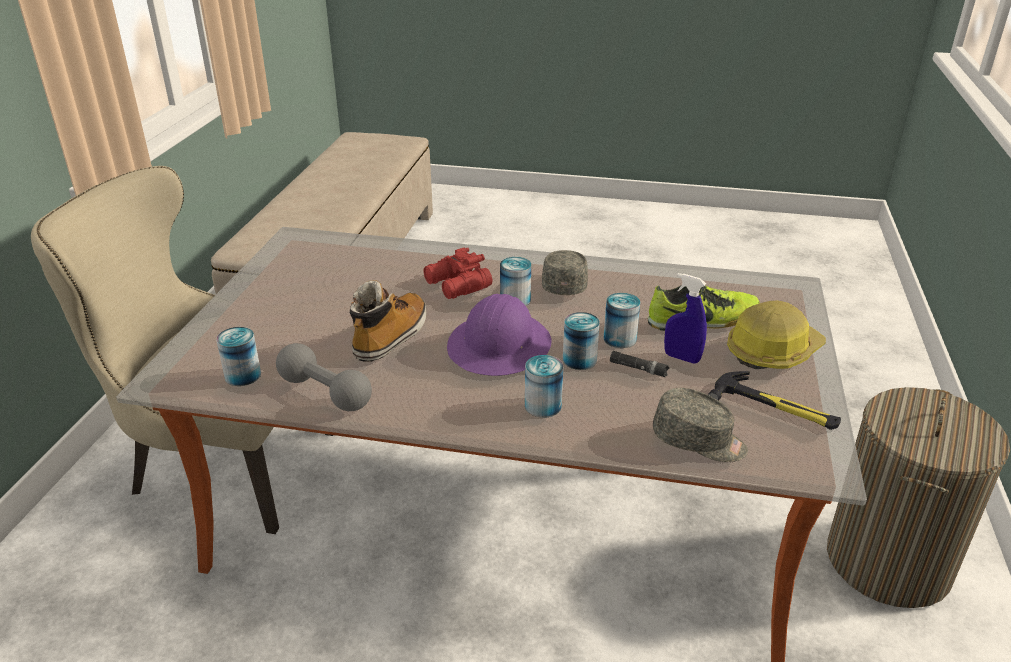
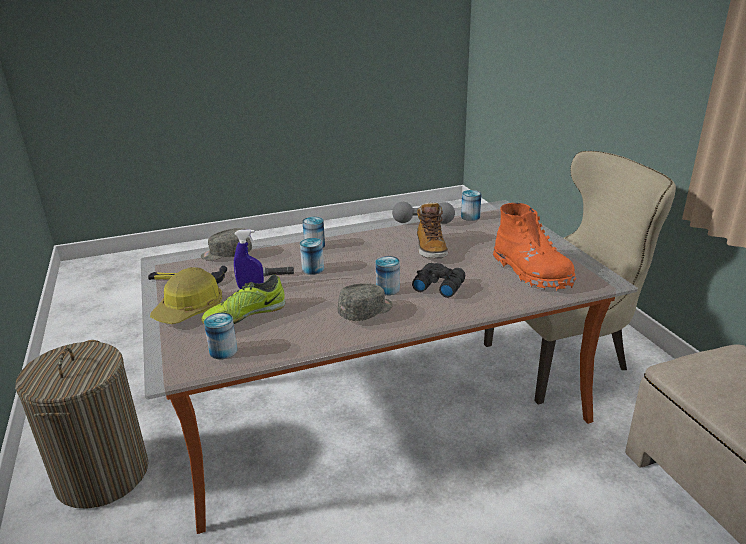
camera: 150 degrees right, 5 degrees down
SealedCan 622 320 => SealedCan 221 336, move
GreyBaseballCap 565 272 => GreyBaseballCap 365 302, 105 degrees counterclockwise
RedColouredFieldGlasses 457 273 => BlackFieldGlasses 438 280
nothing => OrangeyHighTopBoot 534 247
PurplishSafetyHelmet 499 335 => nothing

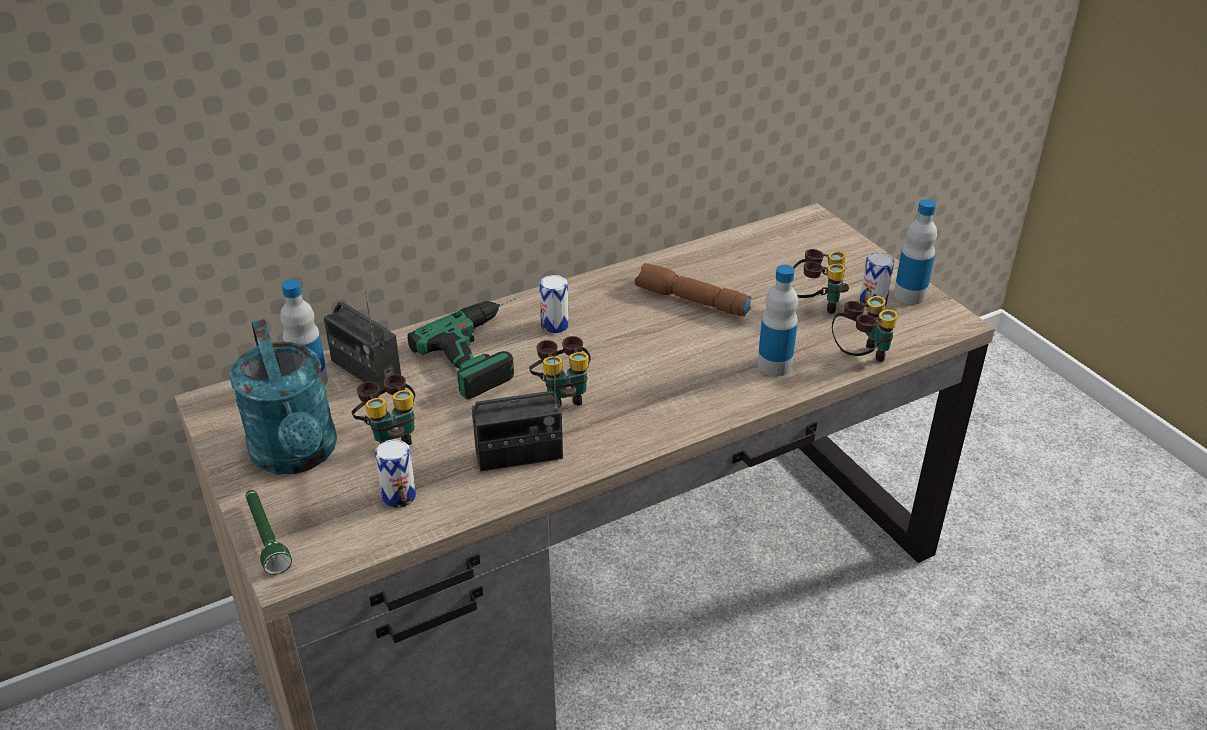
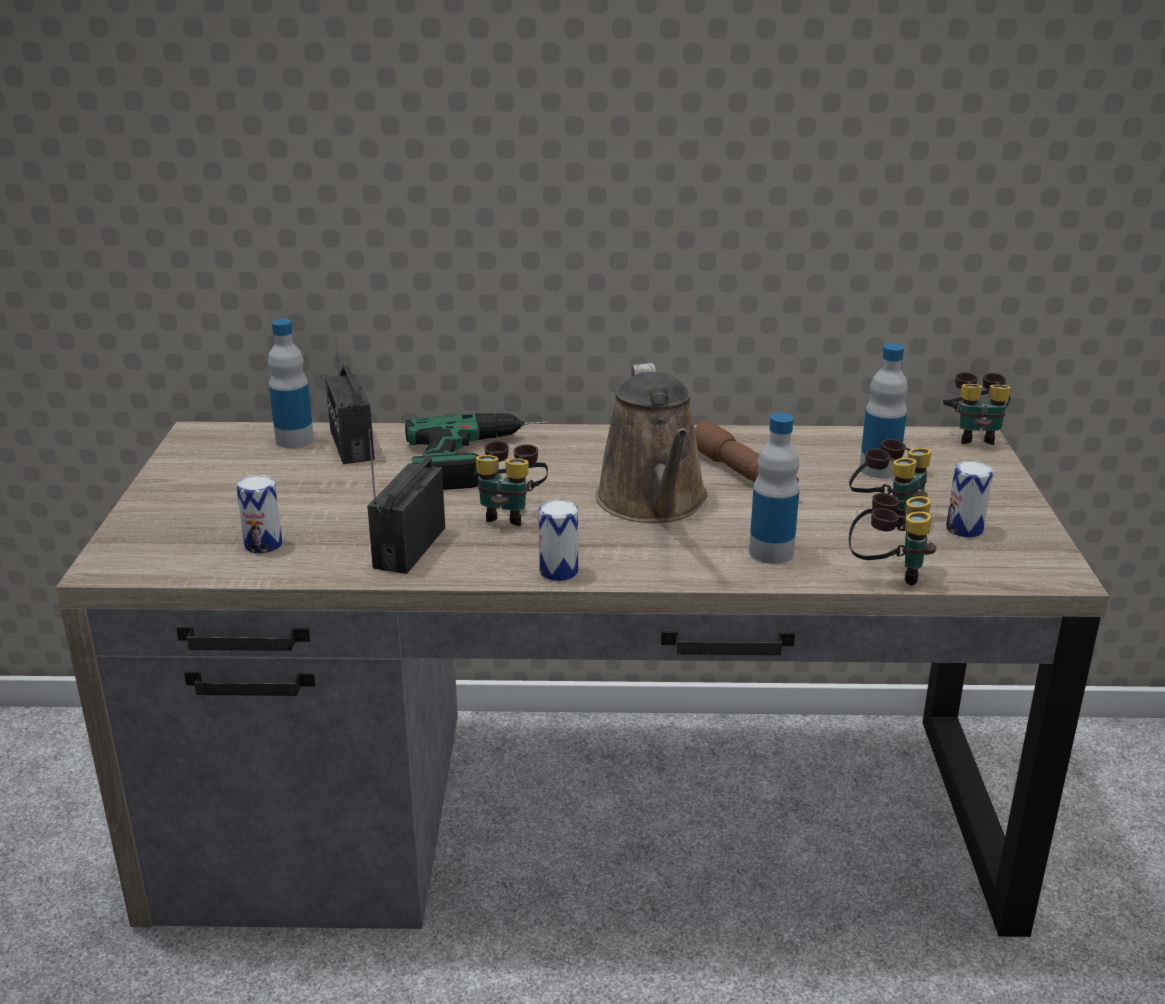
camera: 30 degrees right, 10 degrees down
Radio 517 414 => Radio 406 501, 90 degrees clockwise
SealedCan 554 304 => SealedCan 558 540, move
nothing => BrownWateringCan 652 443
BeverageBottle 915 252 => BeverageBottle 883 410, move
FieldGlasses 383 409 => FieldGlasses 977 408, move
TurquoiseWateringCan 283 396 => nothing
GreenColouredFlashlight 269 532 => nothing

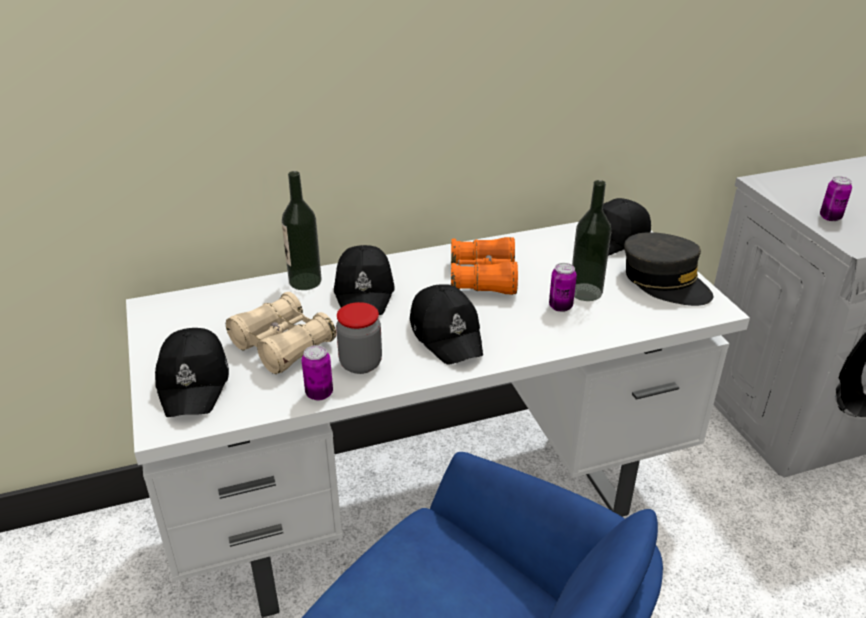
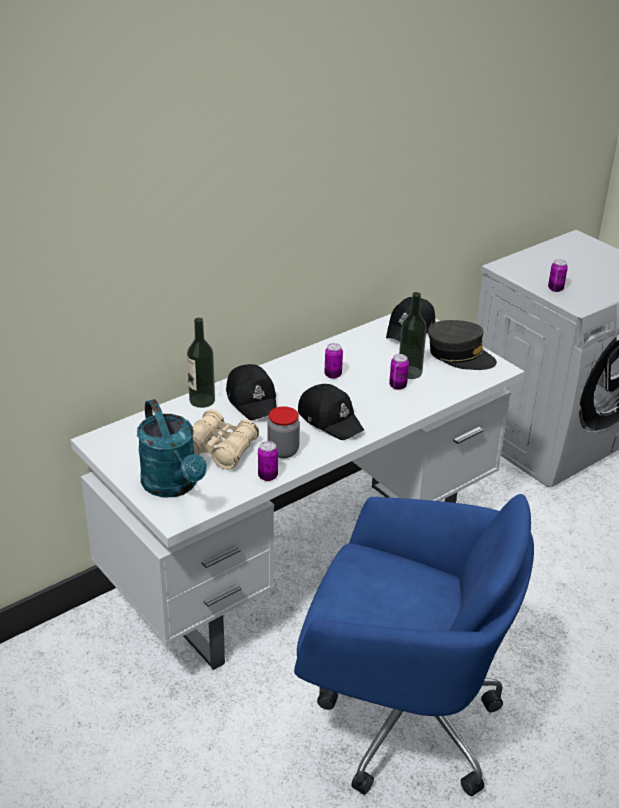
camera: 20 degrees left, 0 degrees up
BlackBaseballCap 192 372 => TurquoiseWateringCan 172 448
OrangeyFieldGlasses 484 266 => SealedCan 334 361

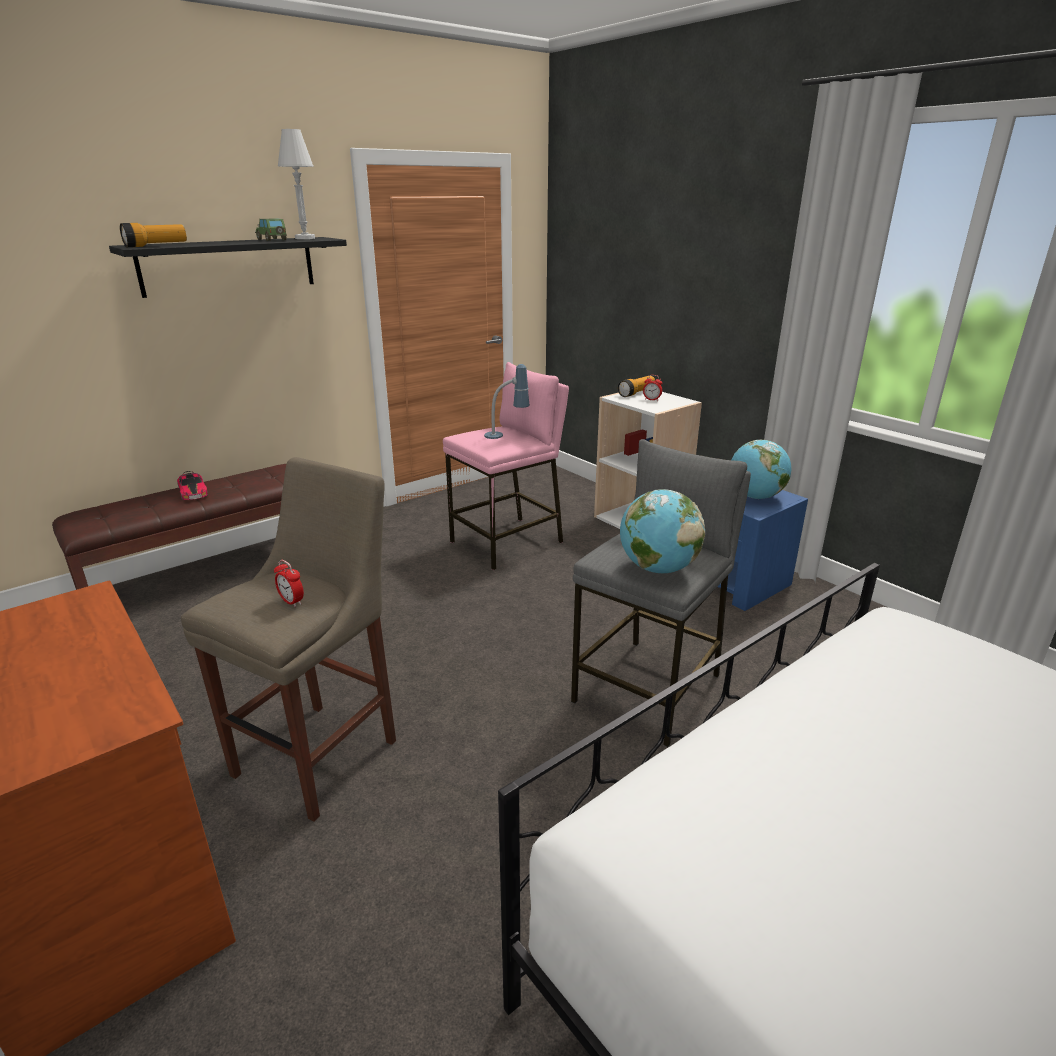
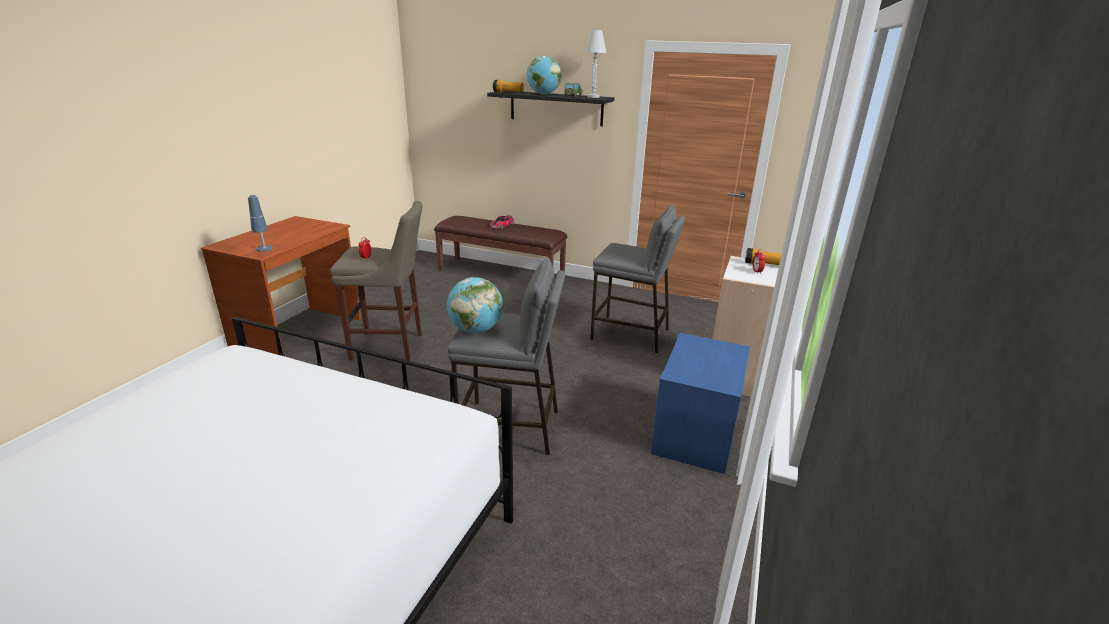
camera: 60 degrees right, 0 degrees up
TableLamp 507 401 => TableLamp 260 223, move
DeskGlobe 761 469 => DeskGlobe 544 75, move
PinkColouredSittingStool 506 466 => GreySittingStool 637 279

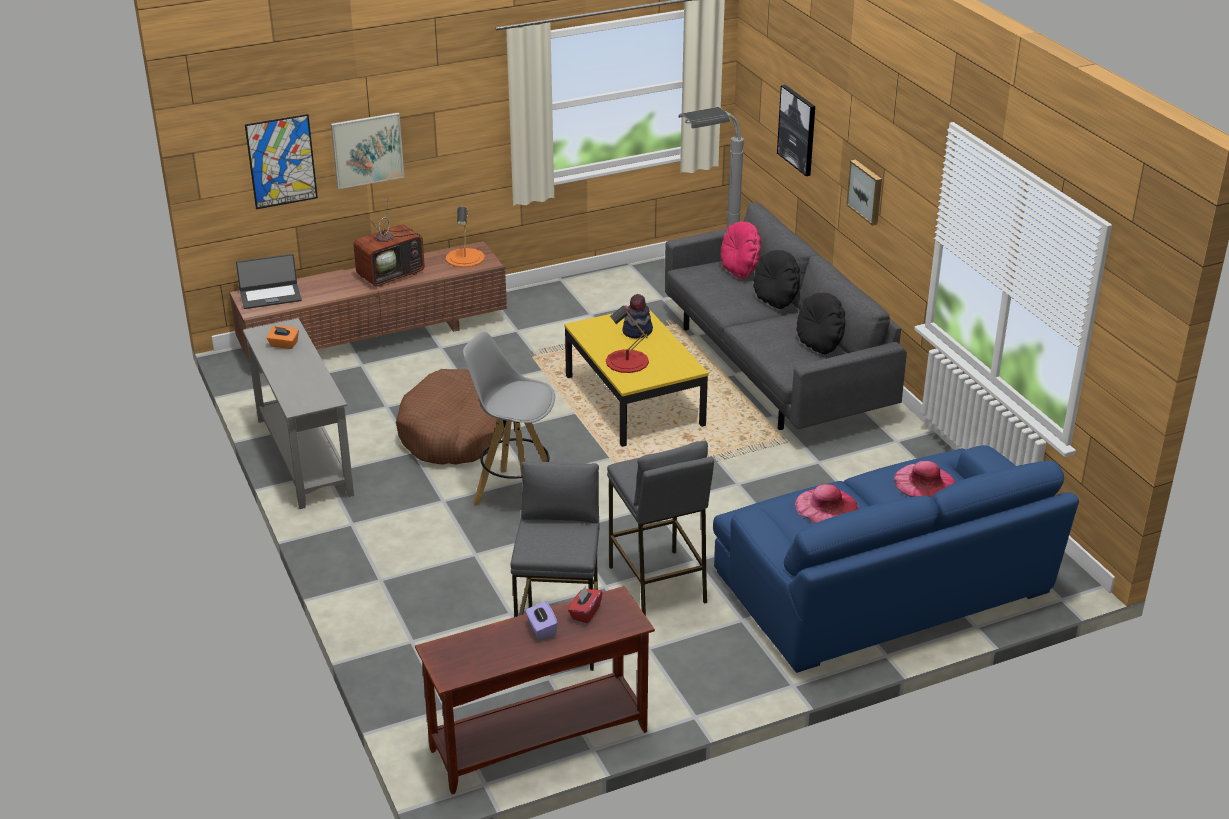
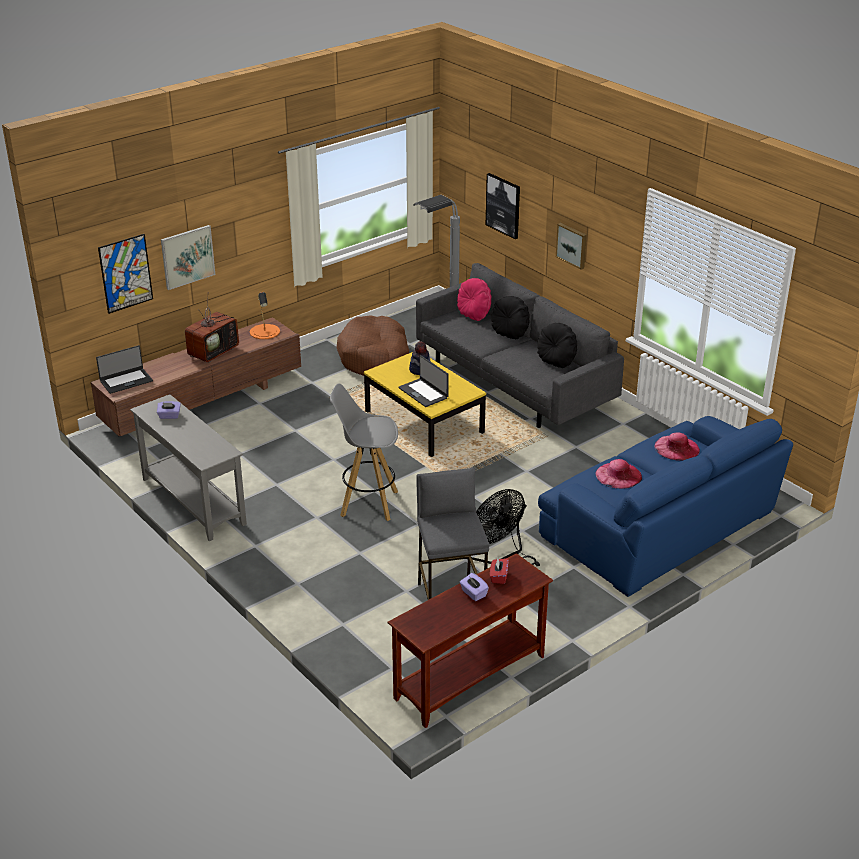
camera: 15 degrees left, 0 degrees up
OrangeyTissueBox 283 337 => PurplishTissueBox 169 410
BrownPetBed 450 417 => BrownPetBed 373 346, move
RedColouredTableLamp 627 339 => NotebookComputer 423 381
GreySittingStool 660 528 => BlackElectricFan 505 527

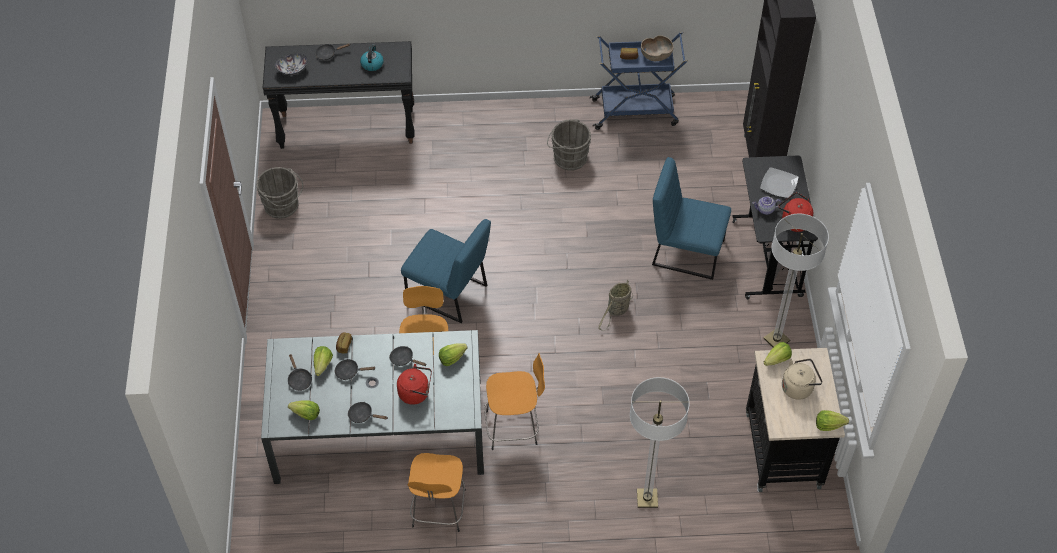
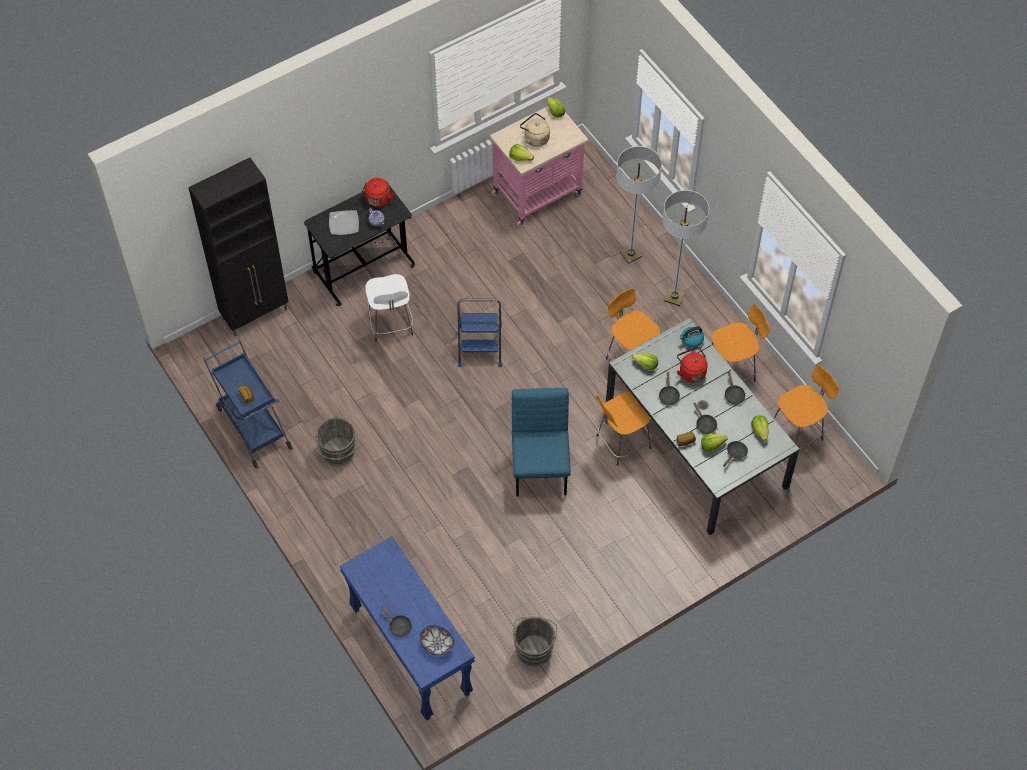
camera: 120 degrees left, 5 degrees up
BlackConsoleTable 338 95 => BlueConsoleTable 407 628
BlueChair 691 218 => WhiteColouredSittingStool 389 308
StorageBasket 615 305 => BlueStepladder 479 333
BlackTrolley 795 420 => PinkColouredTrolley 539 166
StandingLamp 796 281 => StandingLamp 685 248, move
WaterKettle 372 58 => WaterKettle 692 337, move
nothing => OrangeySittingStool 805 407
BrownDeepDish 657 48 => nothing

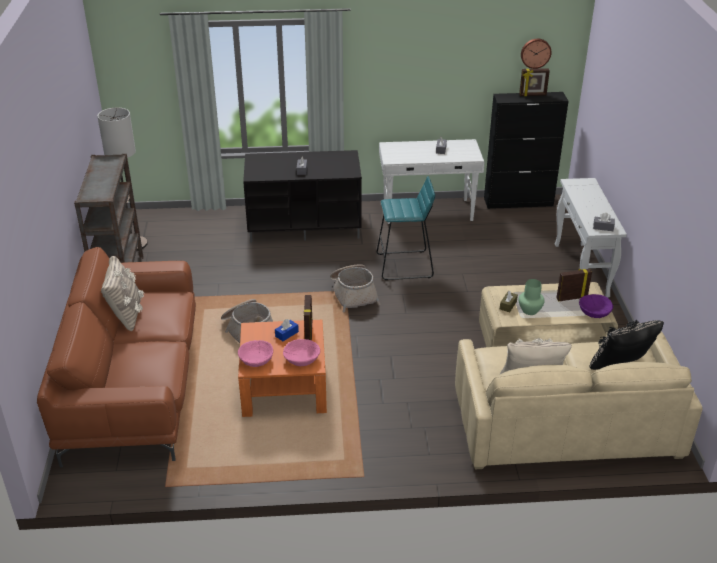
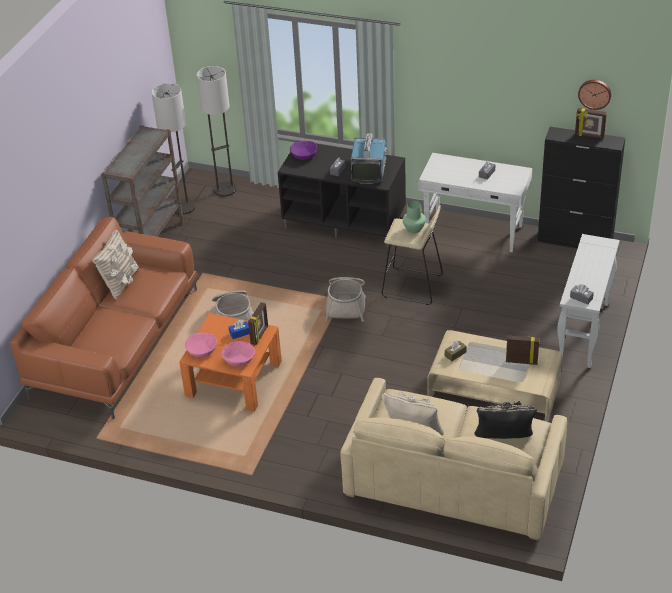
camera: 25 degrees right, 5 degrees up
nothing => StandingLamp 217 131
PurplishDeepDish 596 306 => PurplishDeepDish 303 150, move
nothing => Tv 369 158
TurquoiseSittingStool 406 228 => SandColouredSittingStool 412 255
GreenColouredDecorativeVase 532 297 => GreenColouredDecorativeVase 414 217, move

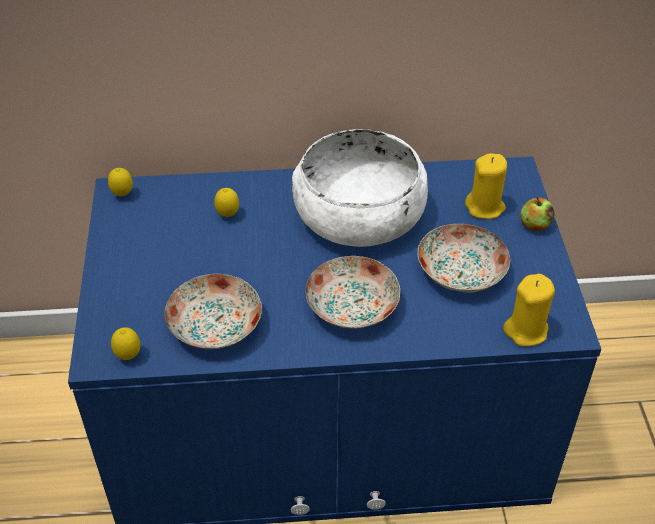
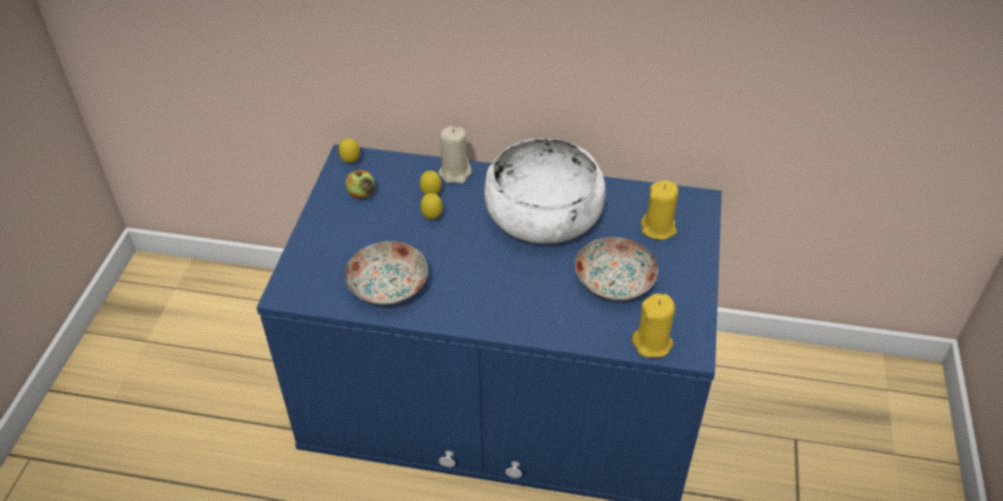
camera: 15 degrees right, 0 degrees up
Apple 537 214 => Apple 360 184, move
WholeLemon 125 343 => WholeLemon 431 206, move
nothing => SandColouredCandle 455 155
Plate 353 292 => nothing

